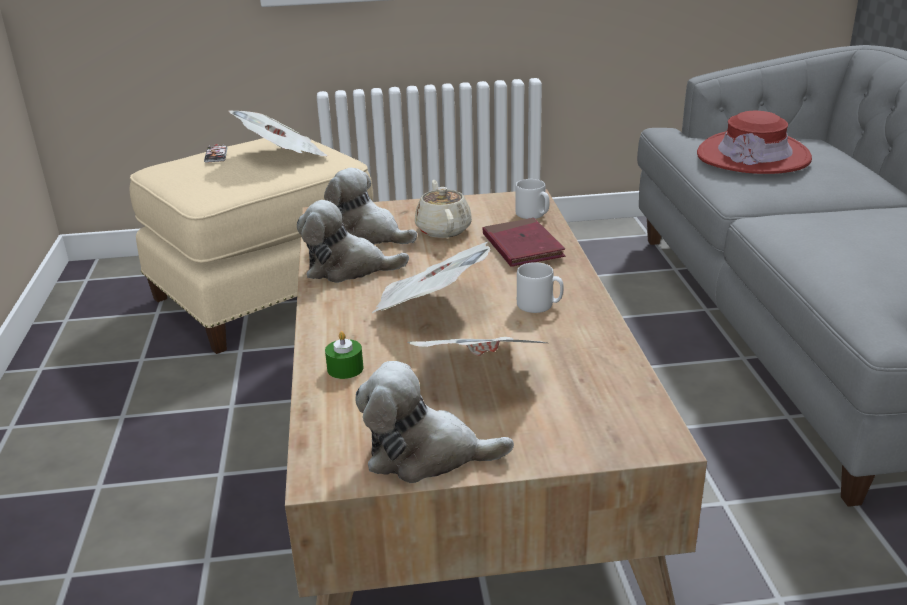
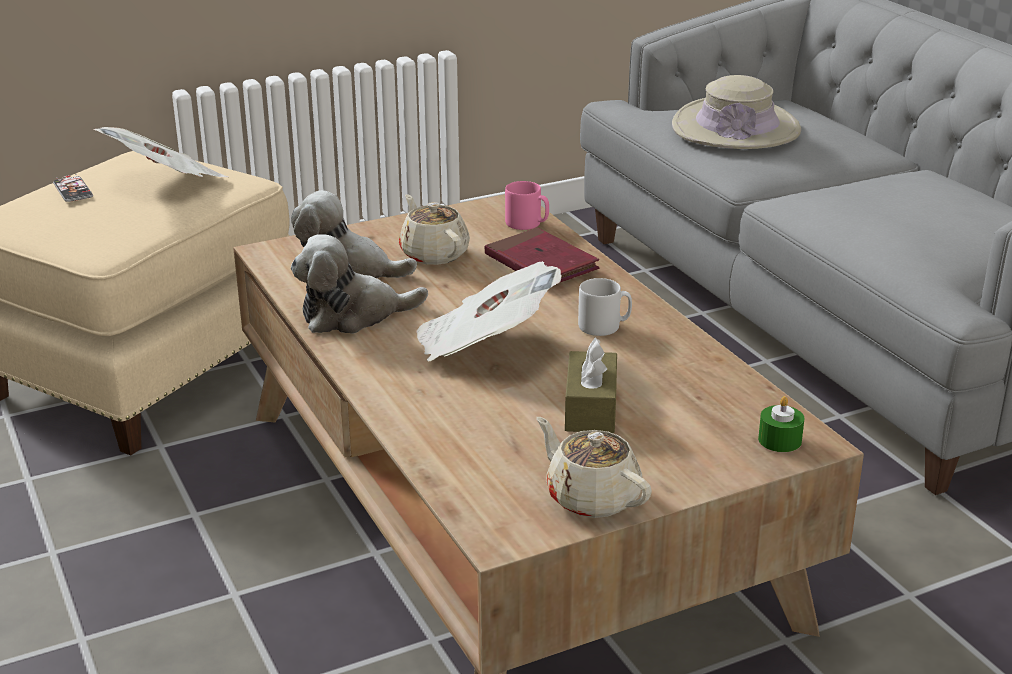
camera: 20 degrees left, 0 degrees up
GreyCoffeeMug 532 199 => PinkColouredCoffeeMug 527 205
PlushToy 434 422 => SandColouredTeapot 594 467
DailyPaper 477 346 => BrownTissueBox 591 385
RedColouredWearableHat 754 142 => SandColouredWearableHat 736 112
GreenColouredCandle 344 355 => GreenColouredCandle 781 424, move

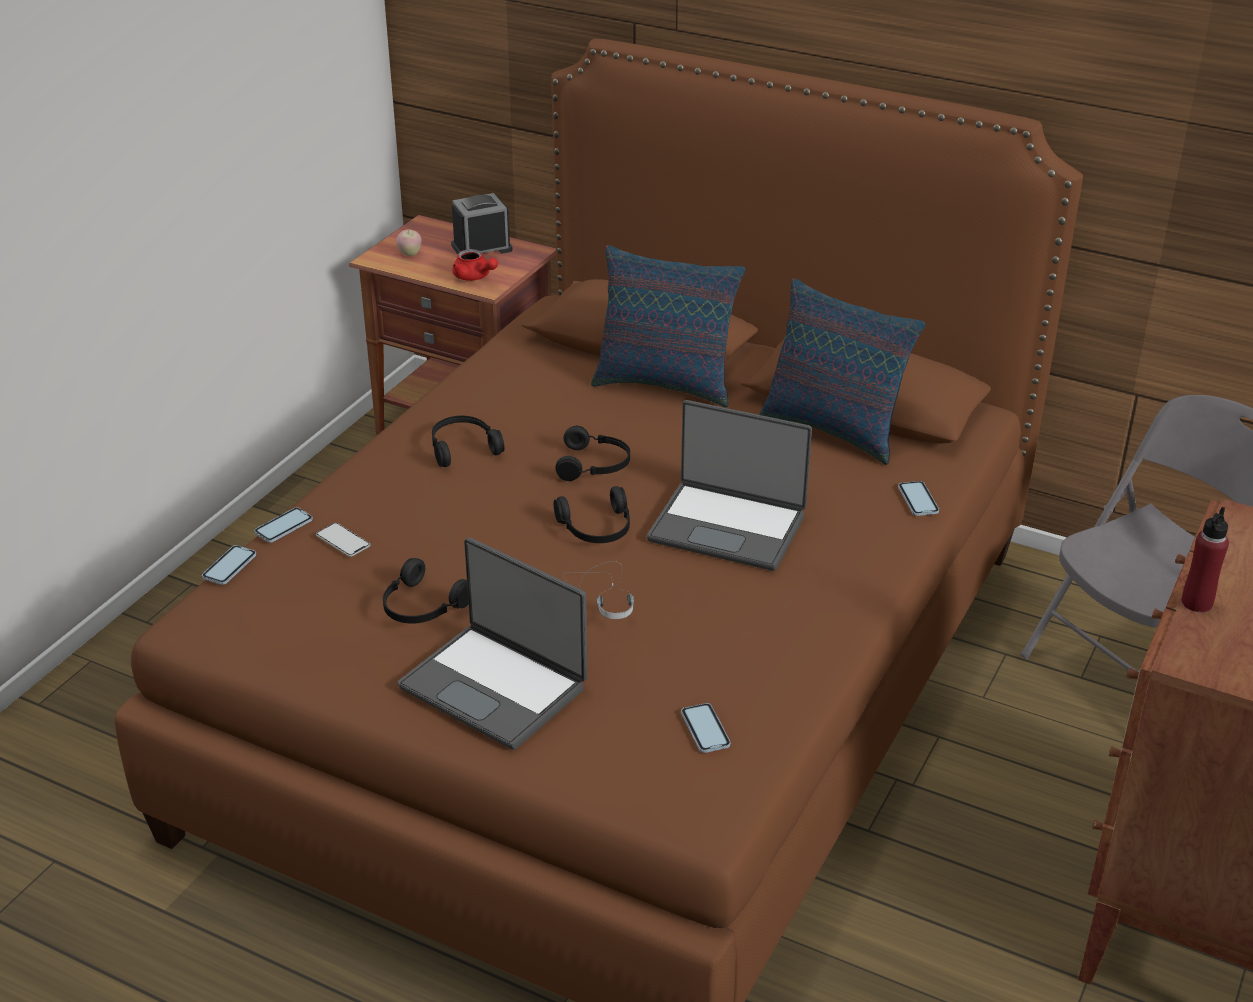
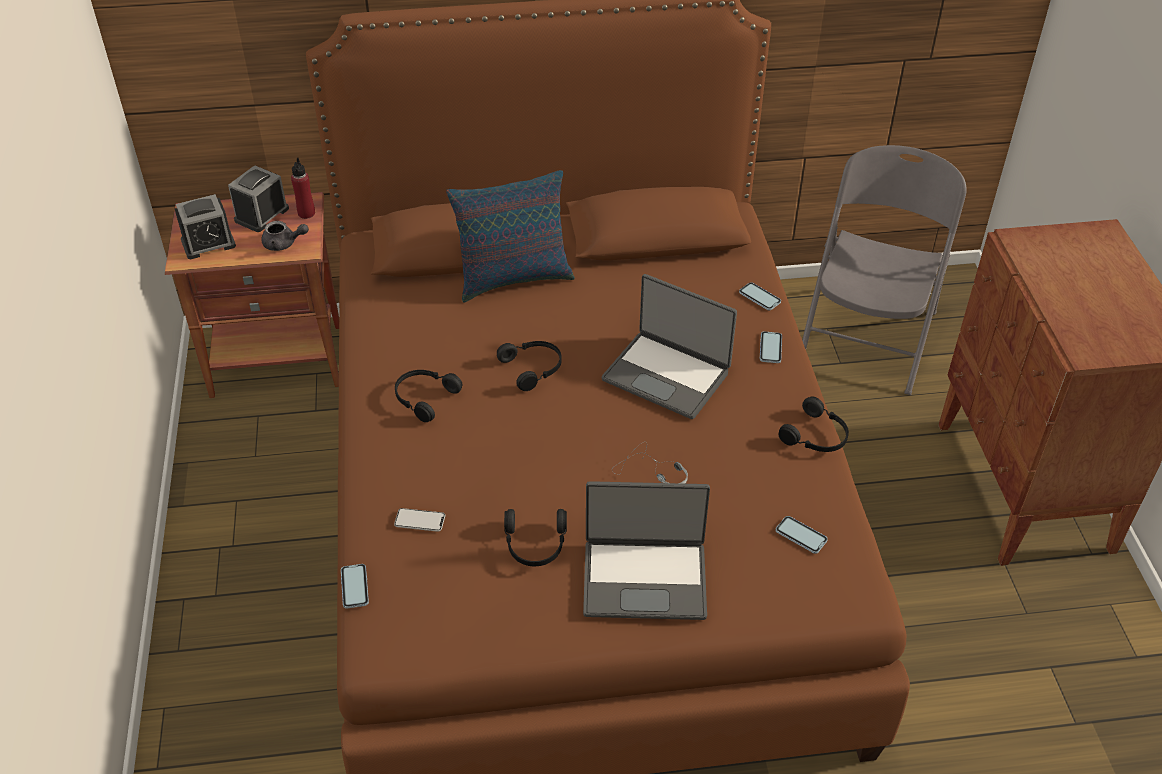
camera: 35 degrees left, 10 degrees up
Apple 409 243 => BedsideClock 205 226
RedColouredTeapot 475 265 => GreyTeapot 285 236
RedColouredBeverageBottle 1205 559 => RedColouredBeverageBottle 303 188, move
NotebookComputer 729 485 => NotebookComputer 669 346, 45 degrees clockwise
Telephone 283 525 => Telephone 771 347, move
BlackPairOfHeadphones 592 514 => BlackPairOfHeadphones 814 424, move
BlueCushion 842 371 => nothing

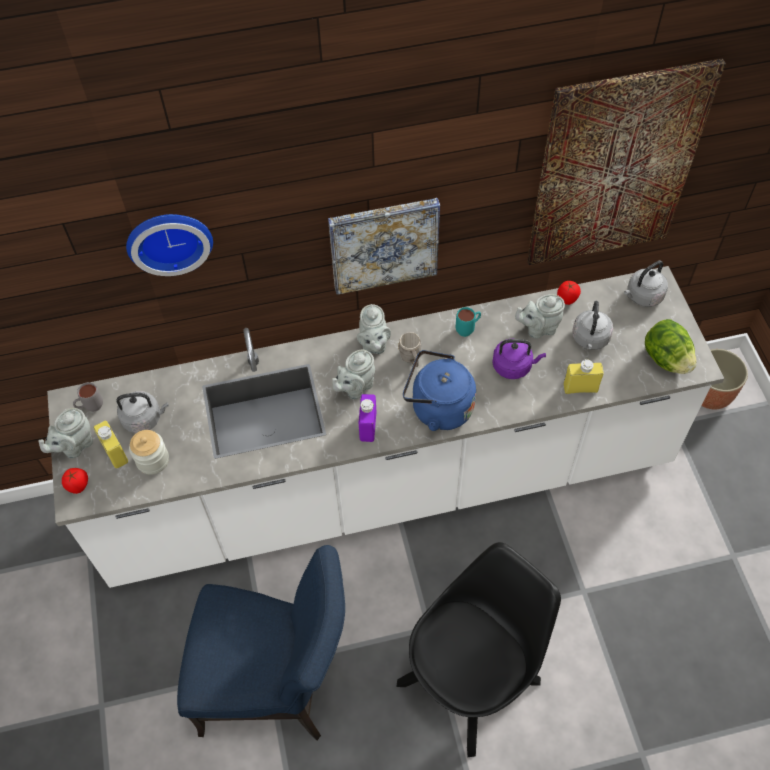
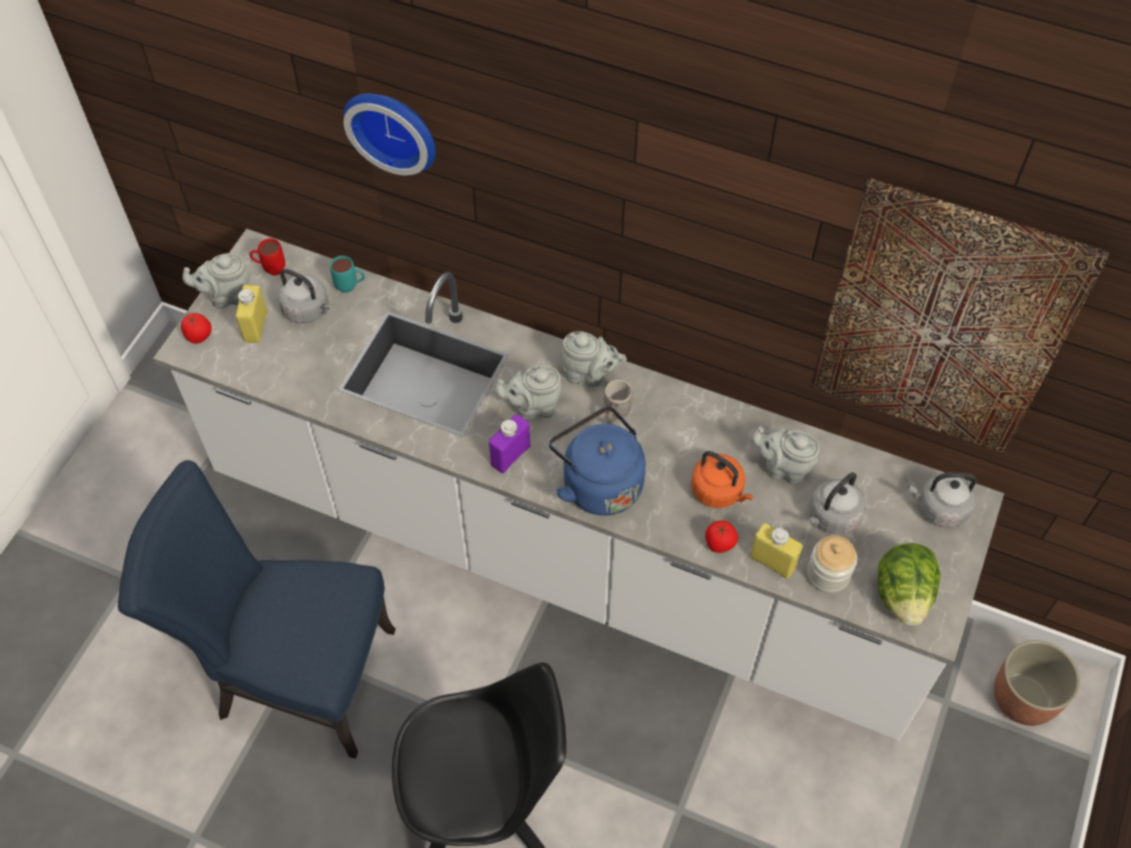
camera: 35 degrees right, 0 degrees up
BlueChair 261 642 => BlueChair 256 609, 150 degrees clockwise
GreyCoffeeMug 88 397 => RedColouredCoffeeMug 268 256
TurquoiseCoffeeMug 468 322 => TurquoiseCoffeeMug 347 274, move
GreyTeapot 374 329 => GreyTeapot 594 359, 105 degrees counterclockwise
PurplishWaterKettle 519 358 => OrangeyWaterKettle 722 479
FreshTomato 569 293 => FreshTomato 721 536, move
Jar 149 452 => Jar 832 564, move
WallPicture 384 246 => nothing

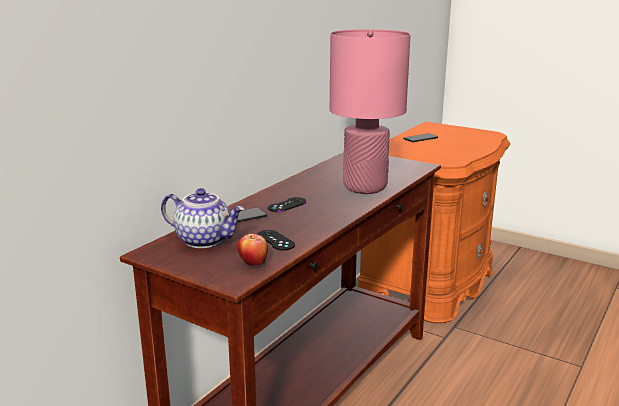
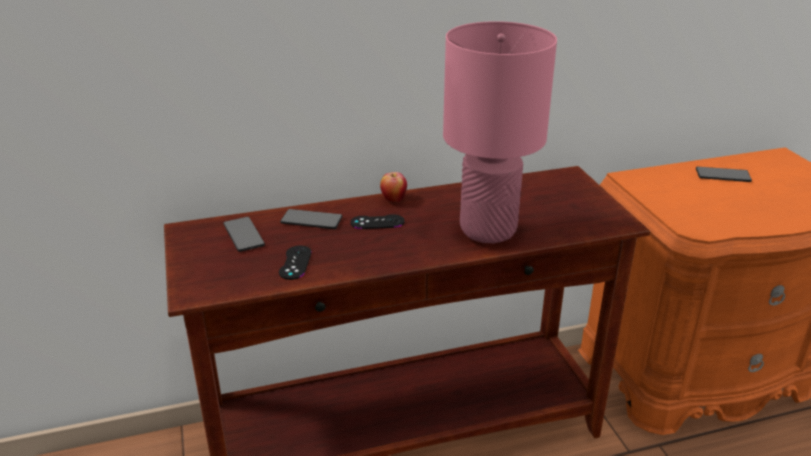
camera: 40 degrees right, 10 degrees up
Teapot 202 218 => Telephone 244 234
Apple 253 251 => Apple 393 187, move

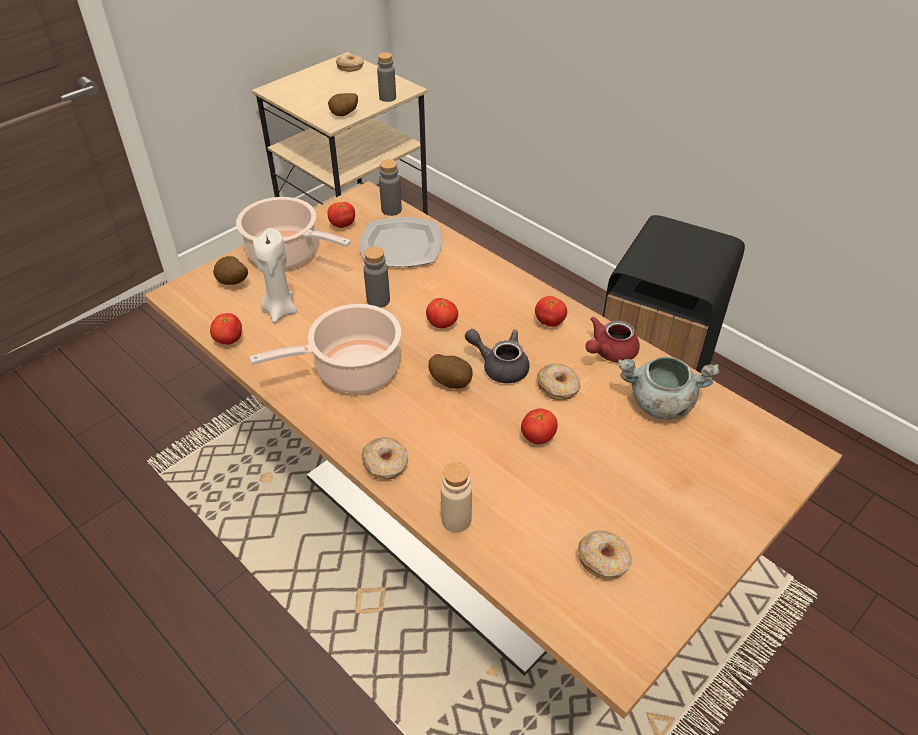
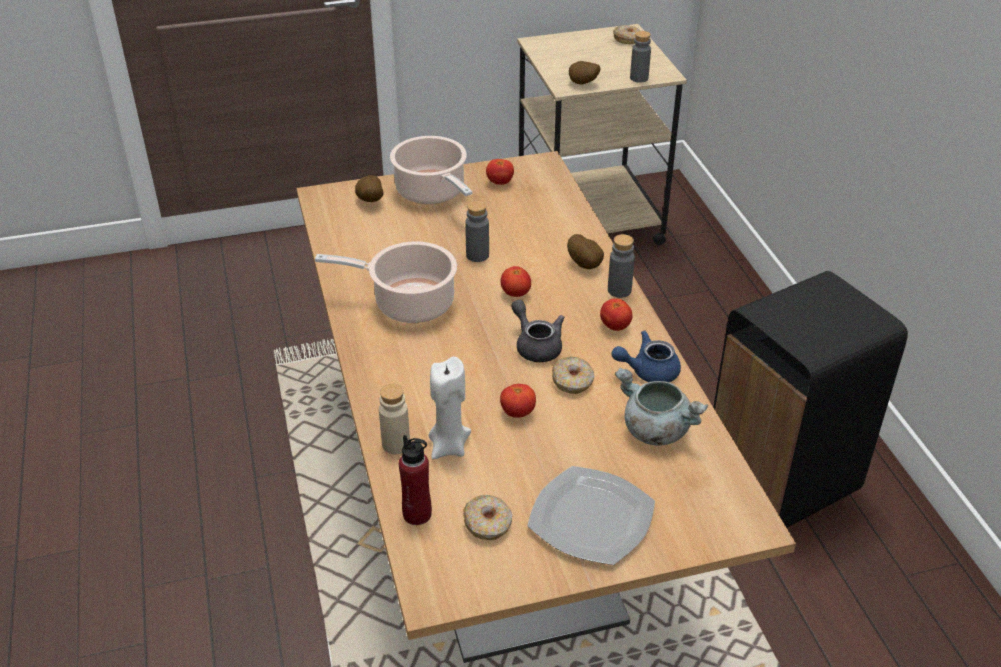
camera: 30 degrees right, 5 degrees down
nothing => RedColouredBeverageBottle 415 480
WhiteColouredCandle 275 275 => WhiteColouredCandle 450 408, move
Plate 401 242 => Plate 591 515, move
WholePotato 450 371 => WholePotato 585 251, move
GreyBeverageBottle 390 187 => GreyBeverageBottle 621 266, move
RedColouredTeapot 613 339 => BlueTeapot 646 356
FreshTomato 226 329 => nothing
Donut 385 458 => nothing

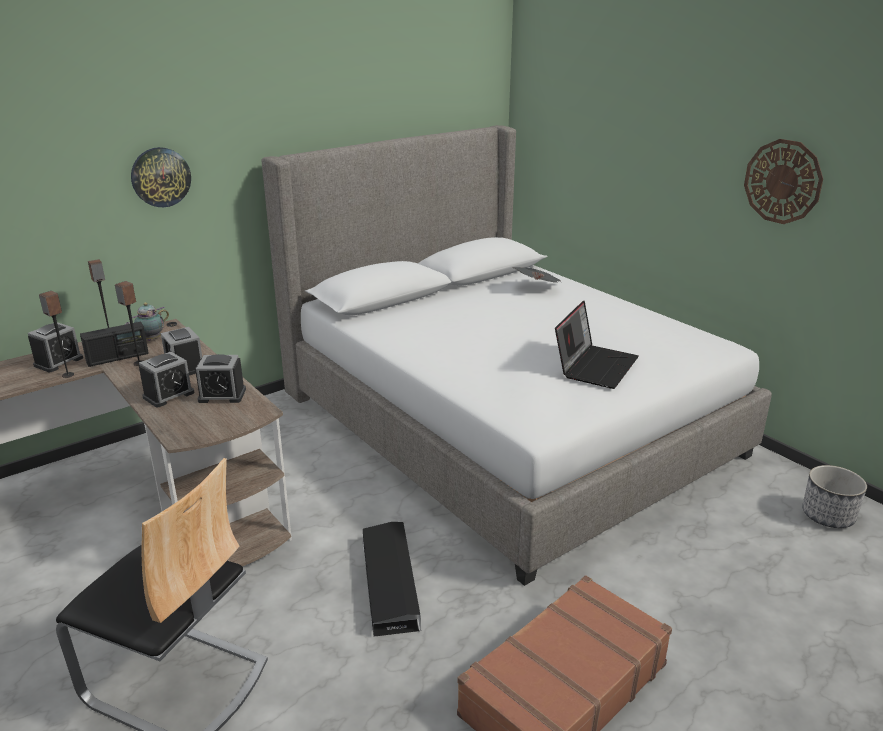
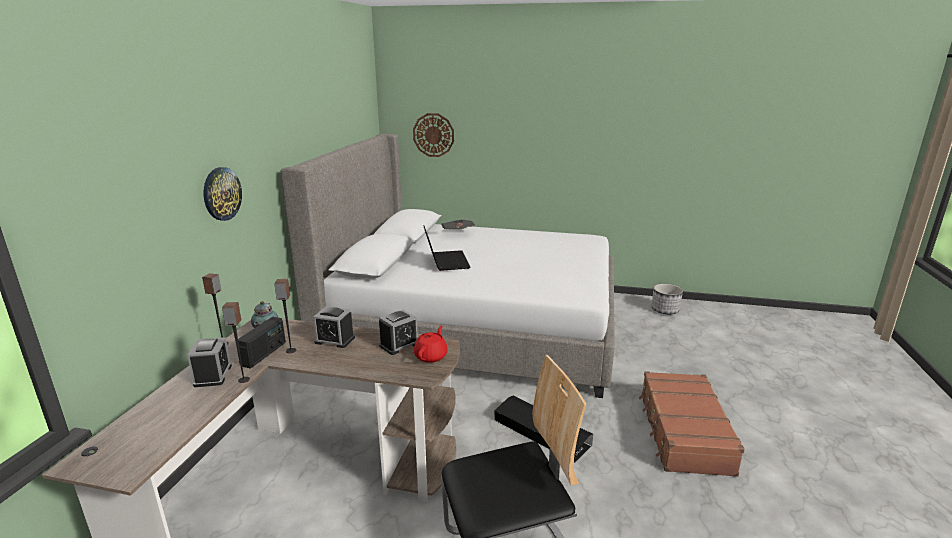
camera: 40 degrees left, 5 degrees down
ClockOnTheWall 783 181 => ClockOnTheWall 433 135, move
nothing => RedColouredTeapot 431 344
NotebookComputer 597 345 => NotebookComputer 446 248, move
BedsideClock 166 379 => nothing

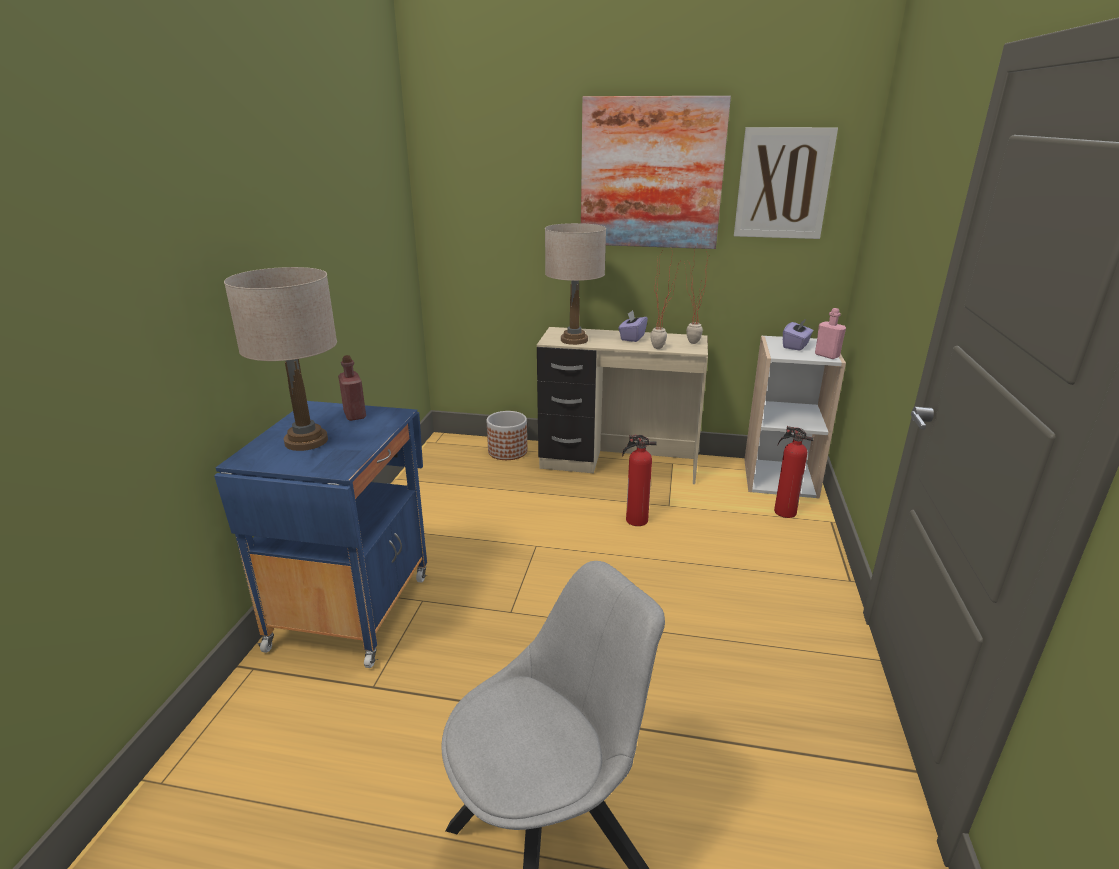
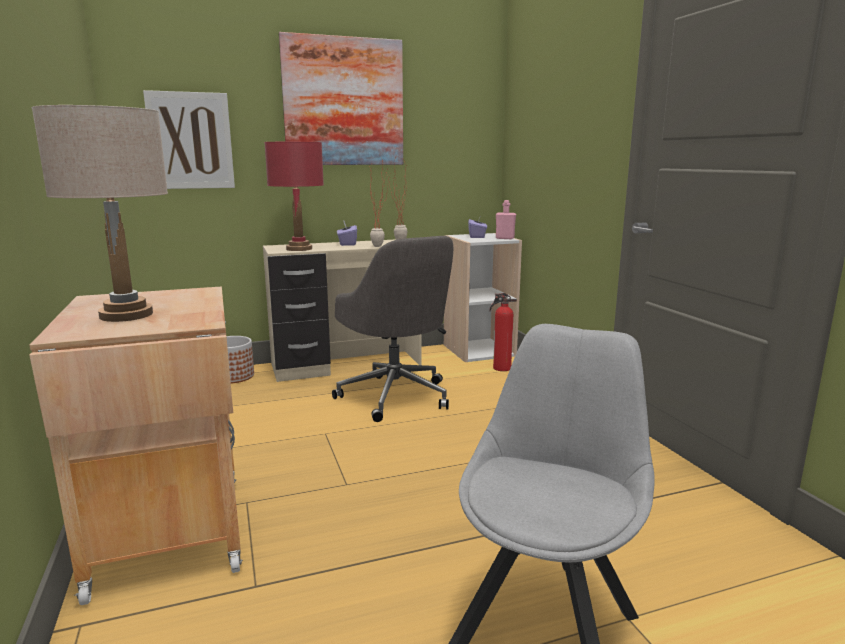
camera: 30 degrees left, 10 degrees down
BlueTrolley 320 534 => BrownTrolley 136 446
WallPicture 786 183 => WallPicture 189 139, move
SandColouredTableLamp 575 284 => RedColouredTableLamp 294 196
FireFightingCylinder 639 480 => GreyComputerChair 392 329
RedColouredBeverageBottle 352 388 => nothing

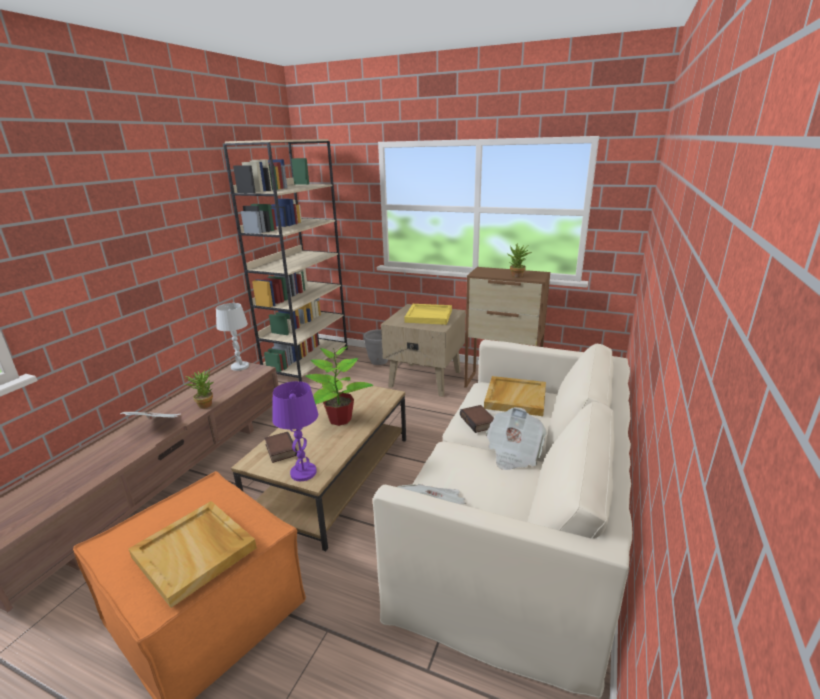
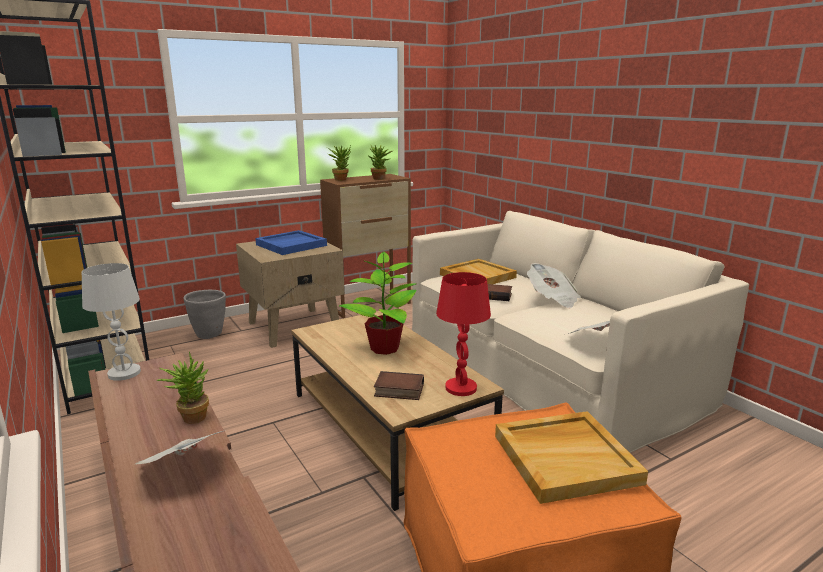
camera: 55 degrees left, 5 degrees down
YellowCarryingTray 428 314 => BlueCarryingTray 291 242
nothing => PlantInAPot 339 163
PurplishTableLamp 295 431 => RedColouredTableLamp 463 334

